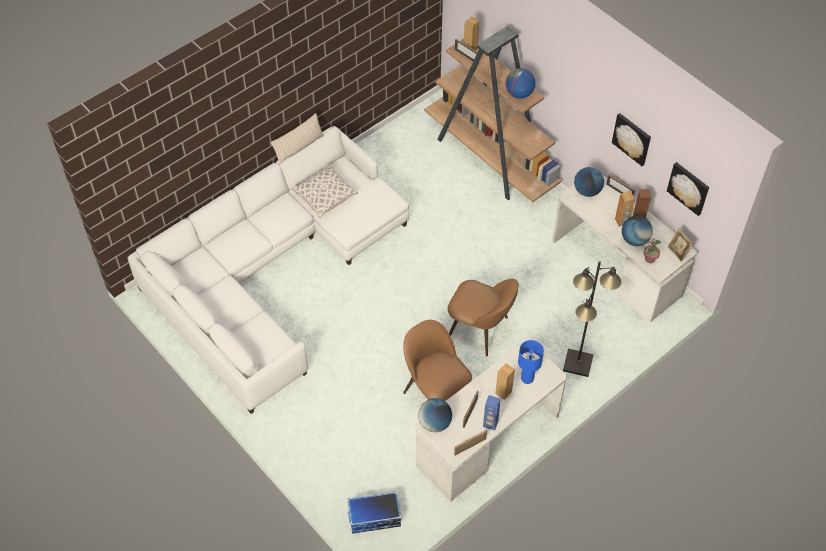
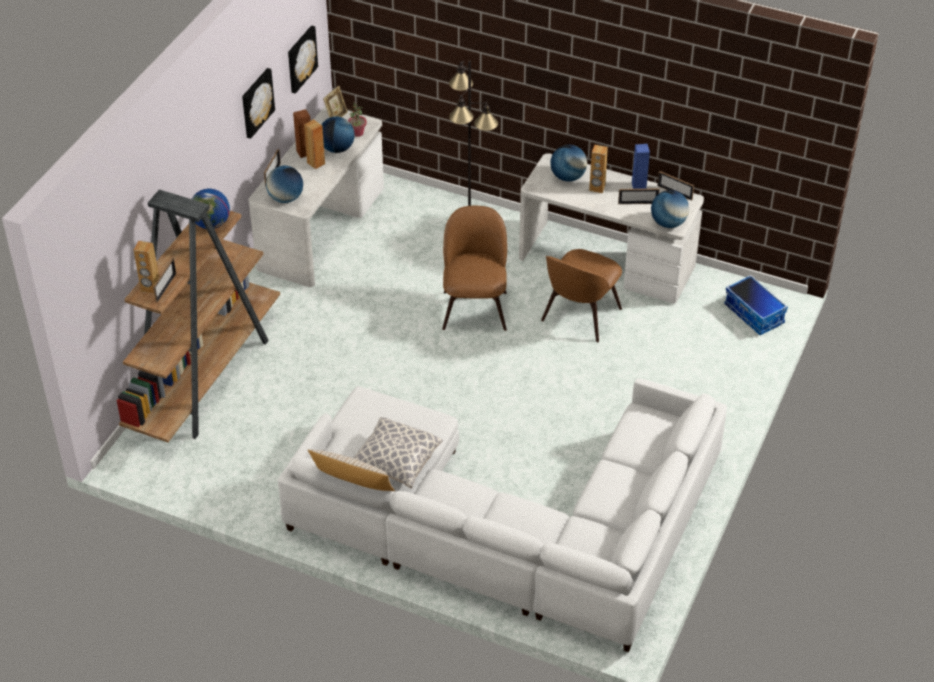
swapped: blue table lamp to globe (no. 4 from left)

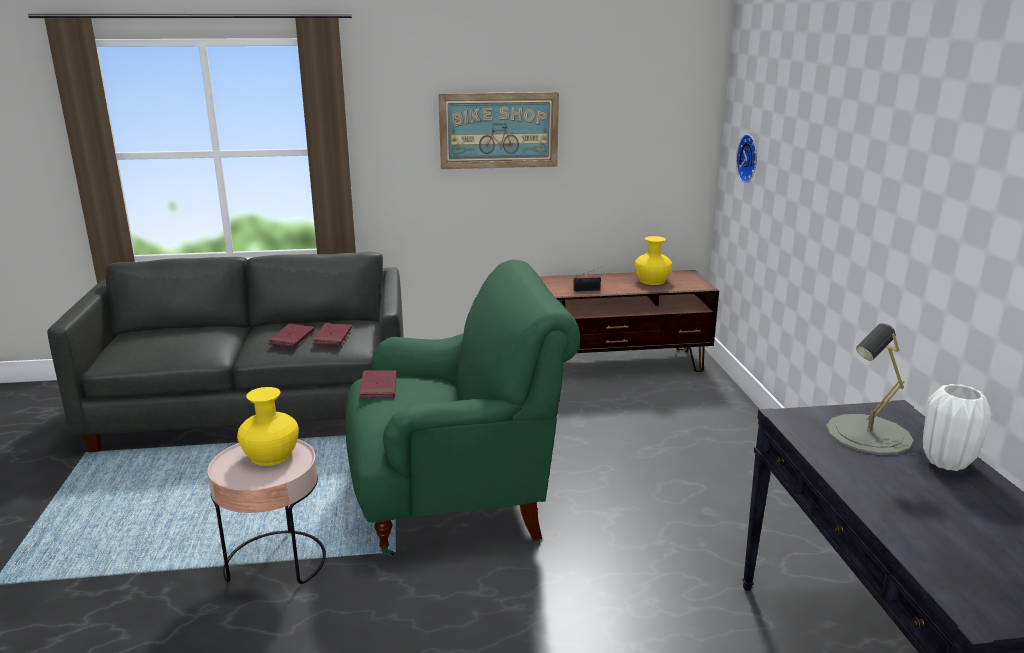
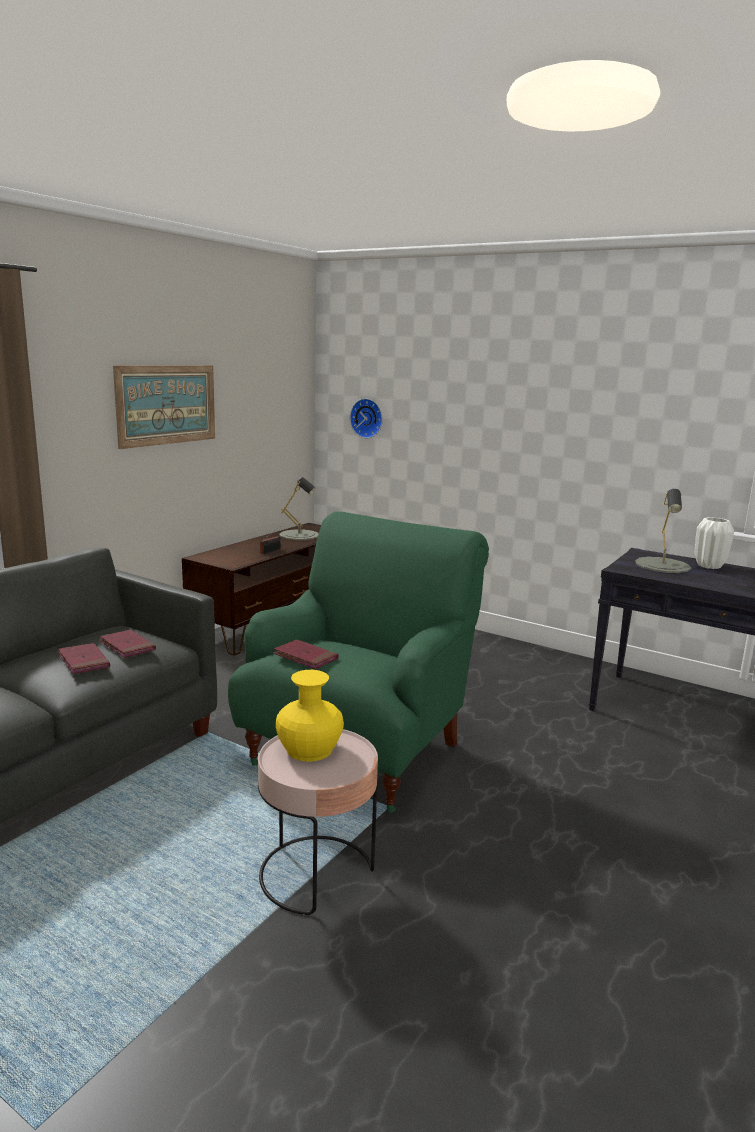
swapped: yellow vase (no. 2 from left) to grey table lamp (no. 1 from left)

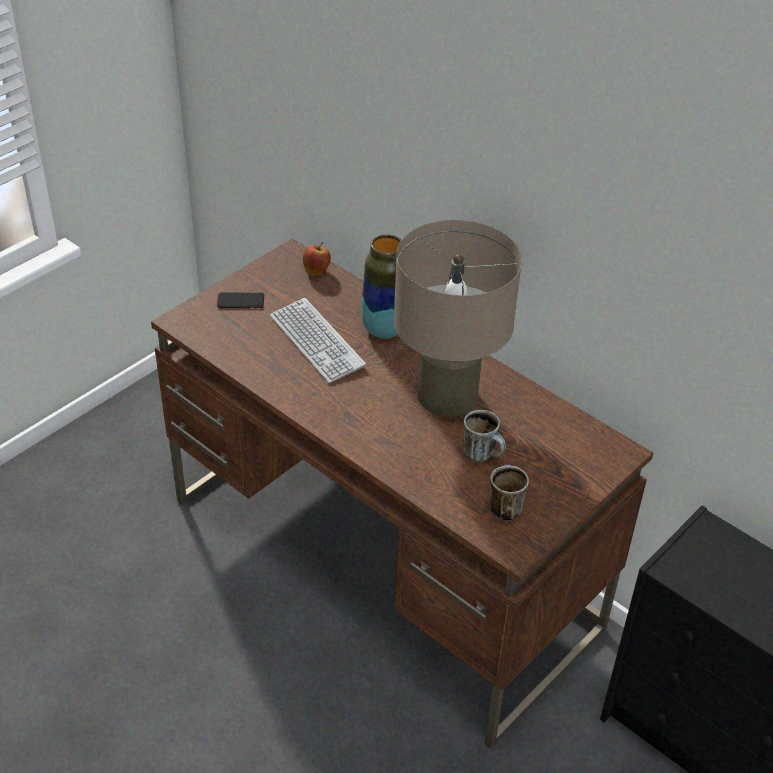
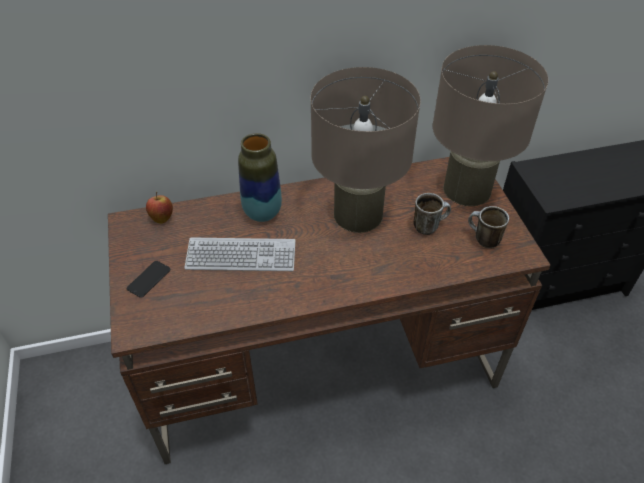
new: beige table lamp (no. 2 from left)

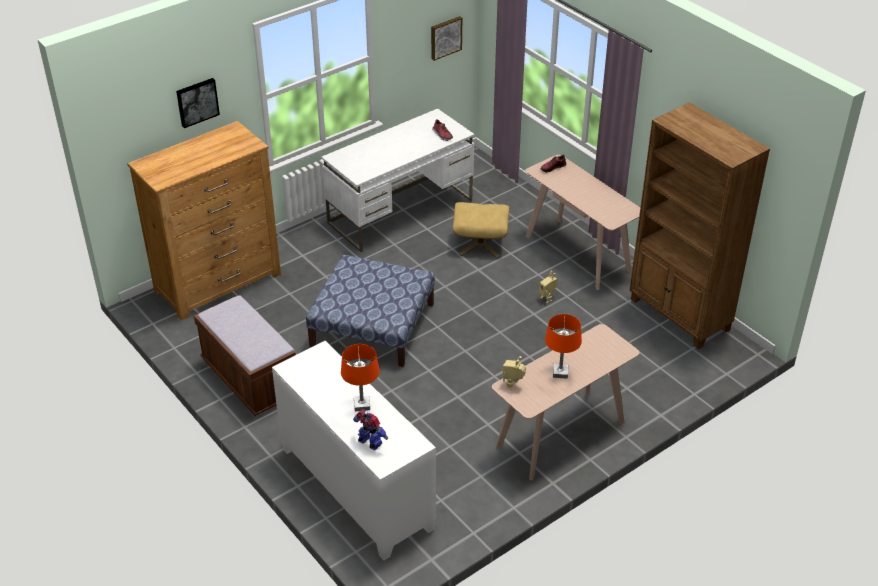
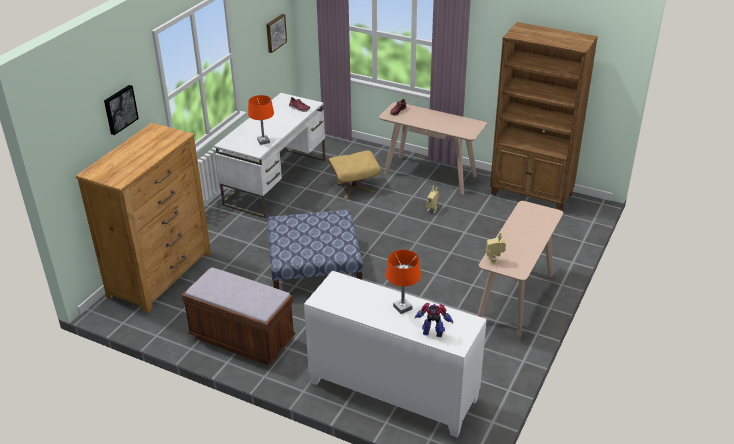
shifted: orange table lamp (no. 2 from left in the first image) to orange table lamp (no. 1 from left)

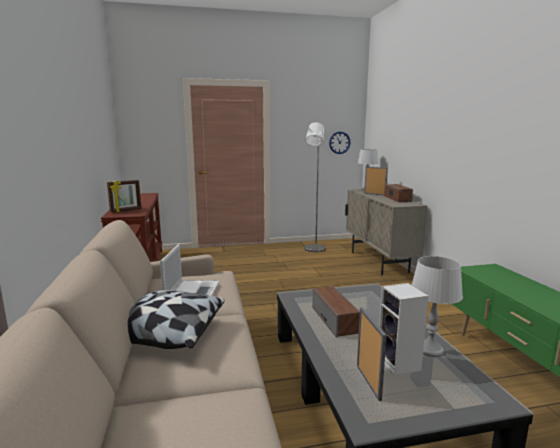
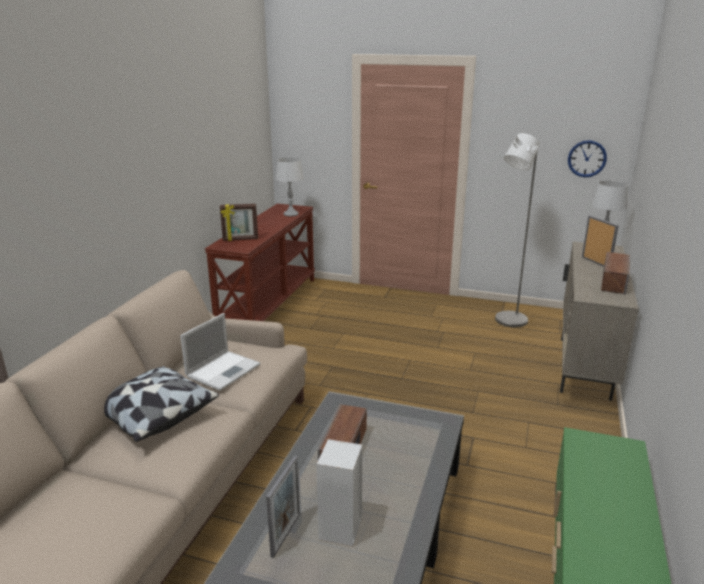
shifted: grey table lamp (no. 2 from left in the first image) to grey table lamp (no. 1 from left)

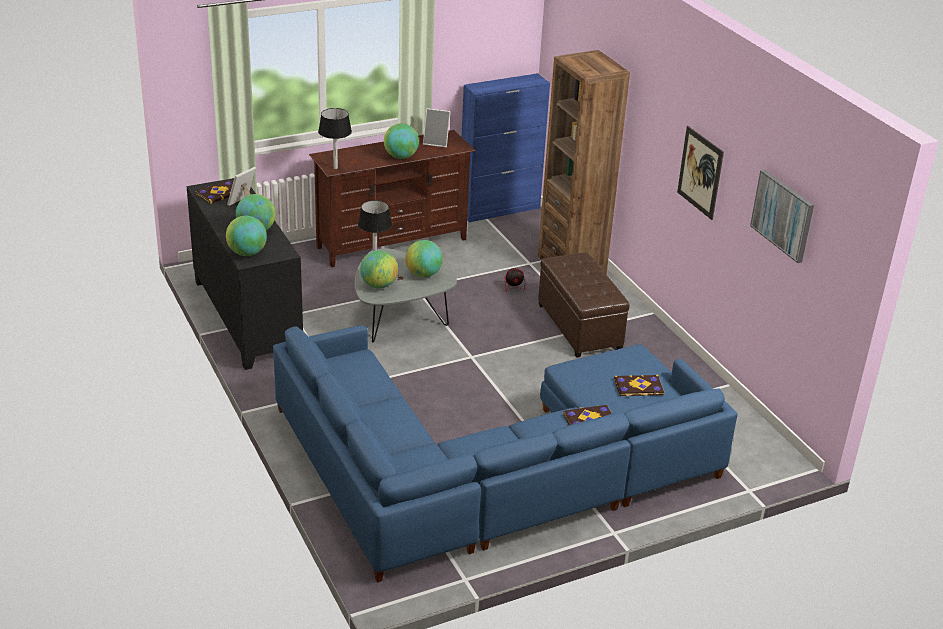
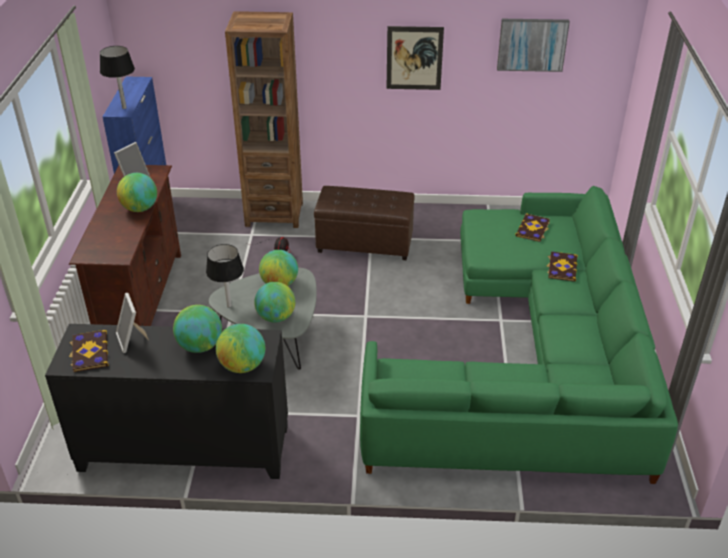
shifted: black table lamp (no. 1 from left)
repainted: blue sofa to green sofa

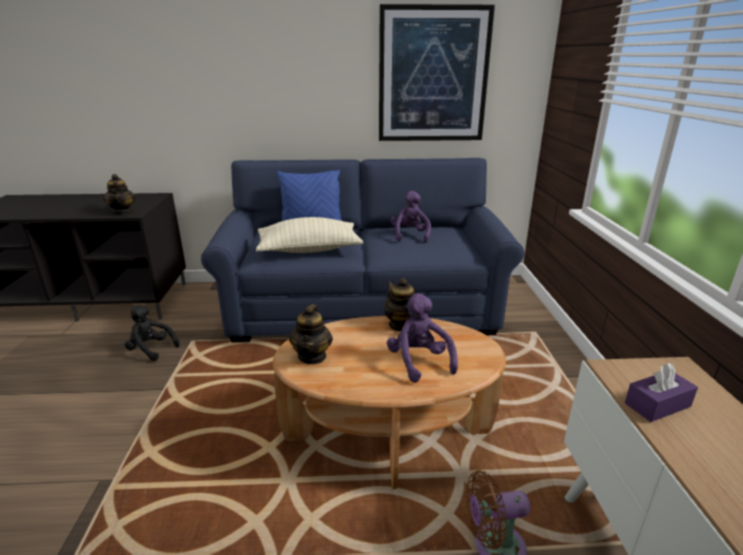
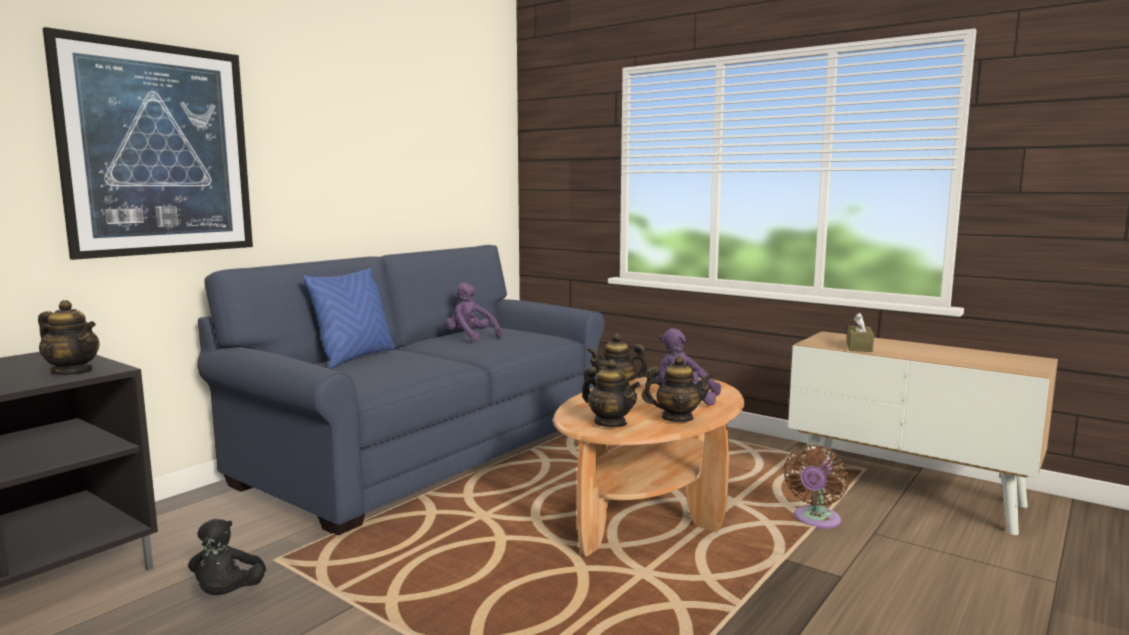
gone: beige pillow
new: teapot (no. 4 from left)
shifted: picture
repainted: purple tissue box to brown tissue box
rotated: black plush toy 75 degrees counterclockwise

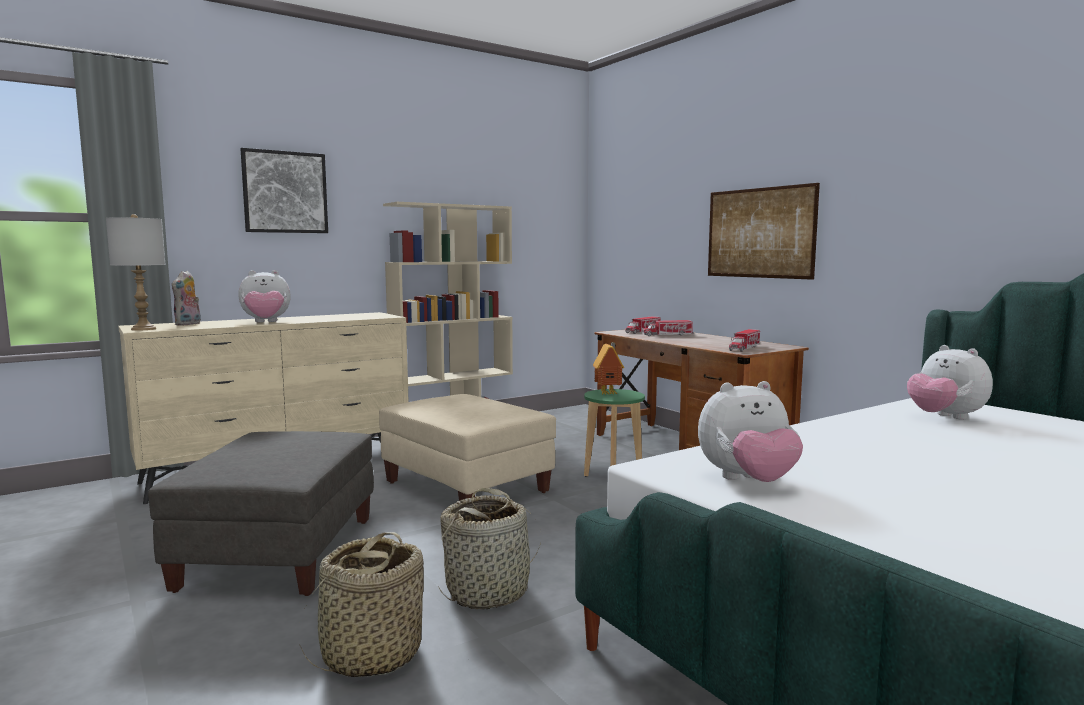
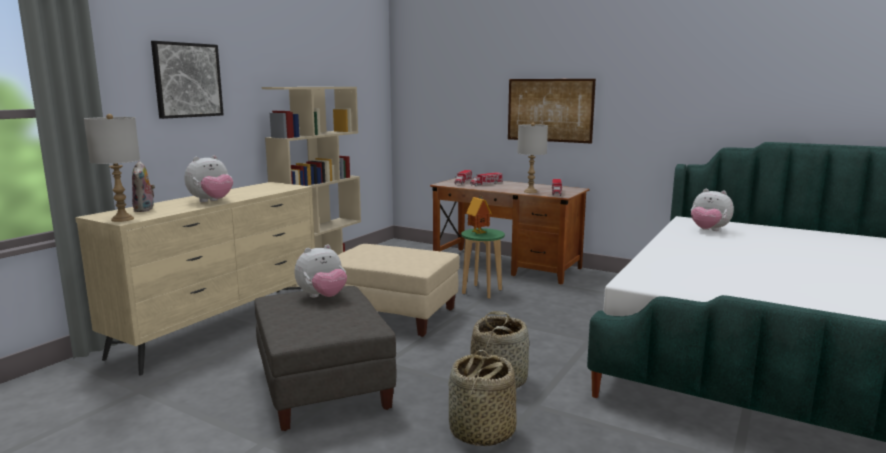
new: grey table lamp (no. 2 from left)
shifted: plush toy (no. 3 from left)

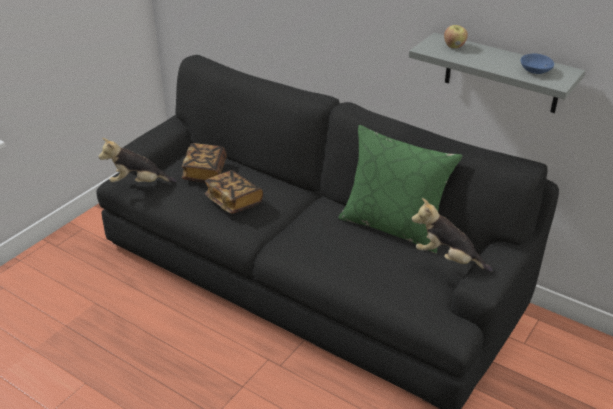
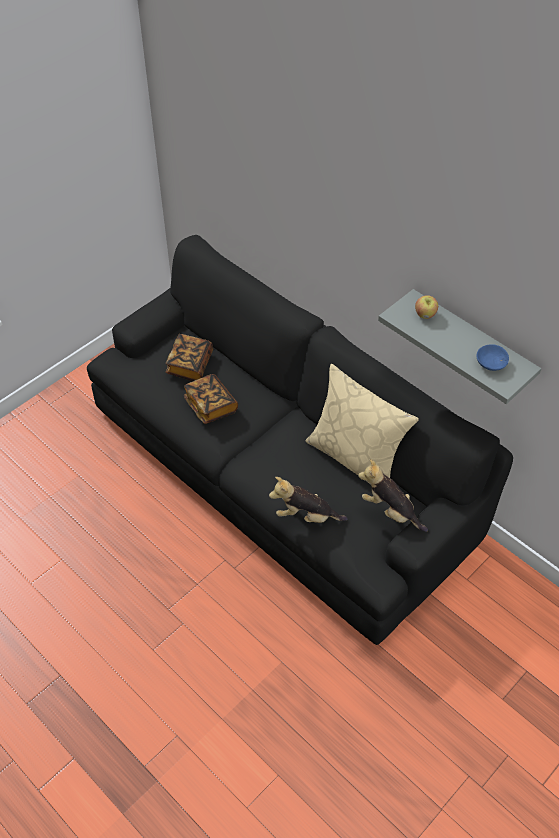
shifted: plush toy (no. 1 from left)
repainted: green pillow to beige pillow

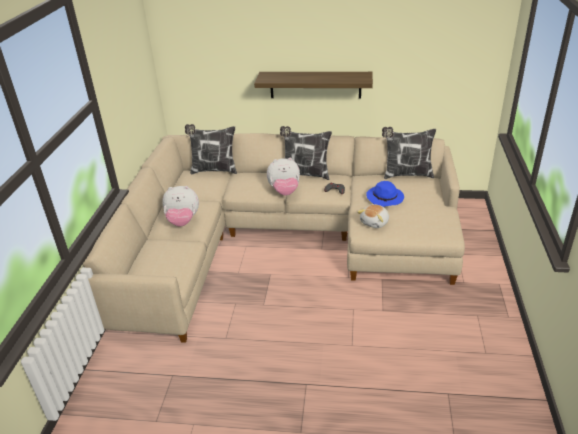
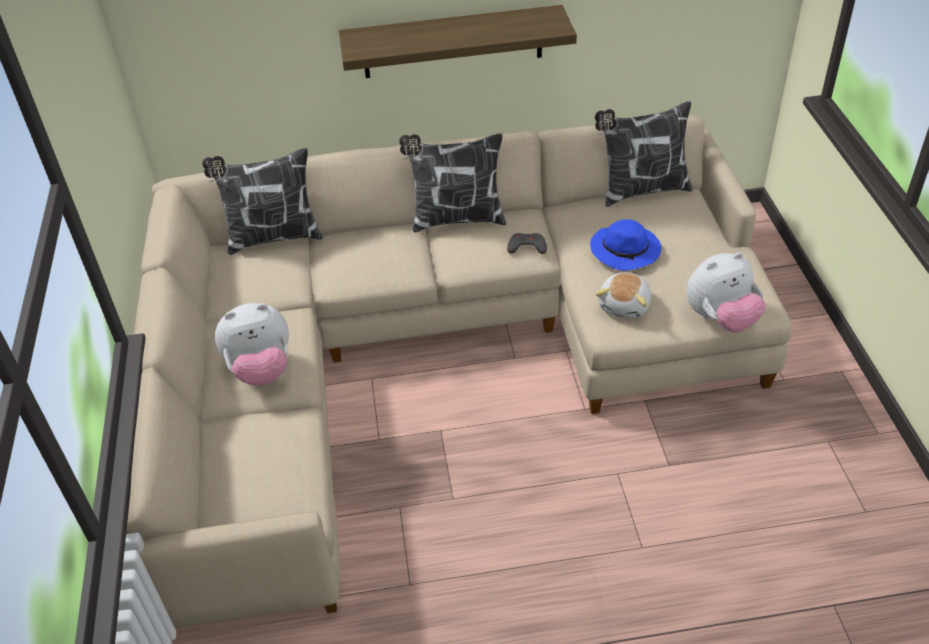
shifted: plush toy (no. 2 from left in the first image) to plush toy (no. 3 from left)

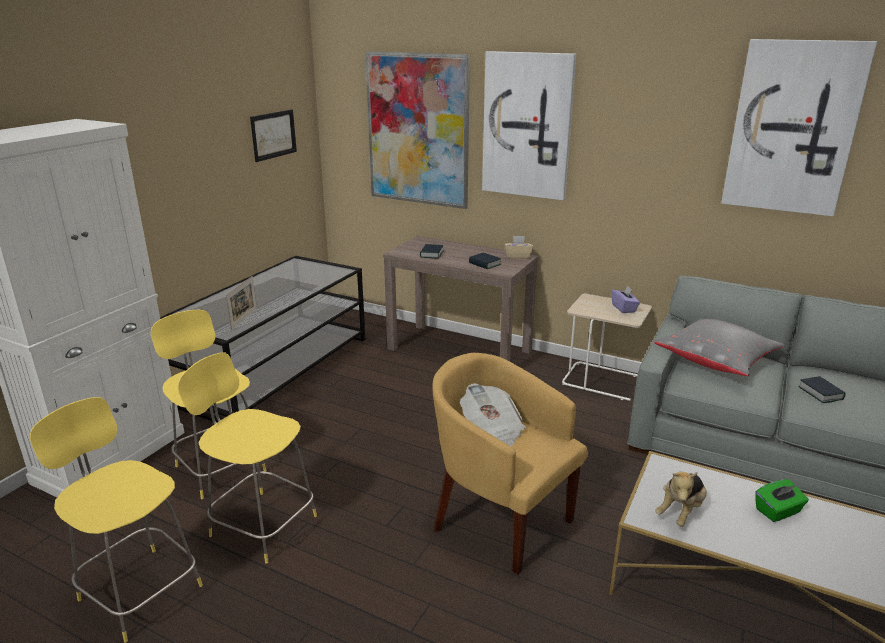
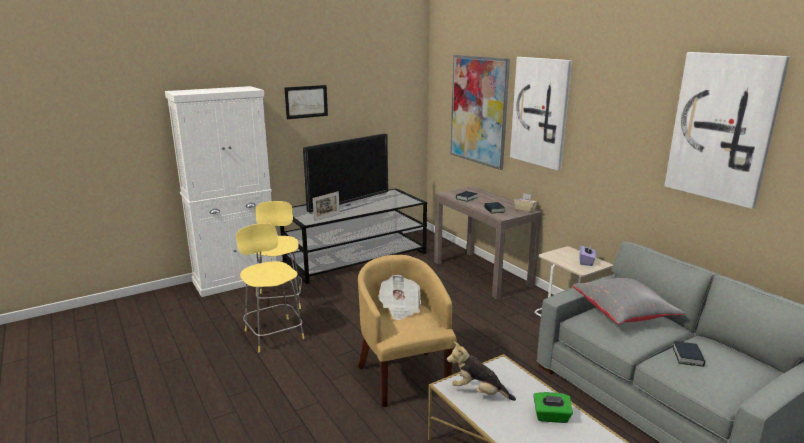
gone: yellow stool (no. 1 from left)
new: television
shifted: picture (no. 1 from left)
rotated: plush toy 45 degrees clockwise

